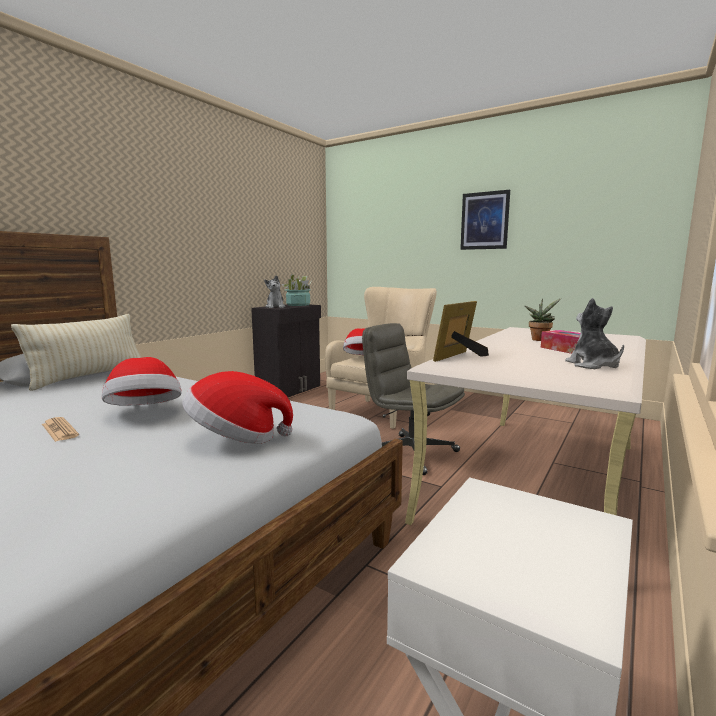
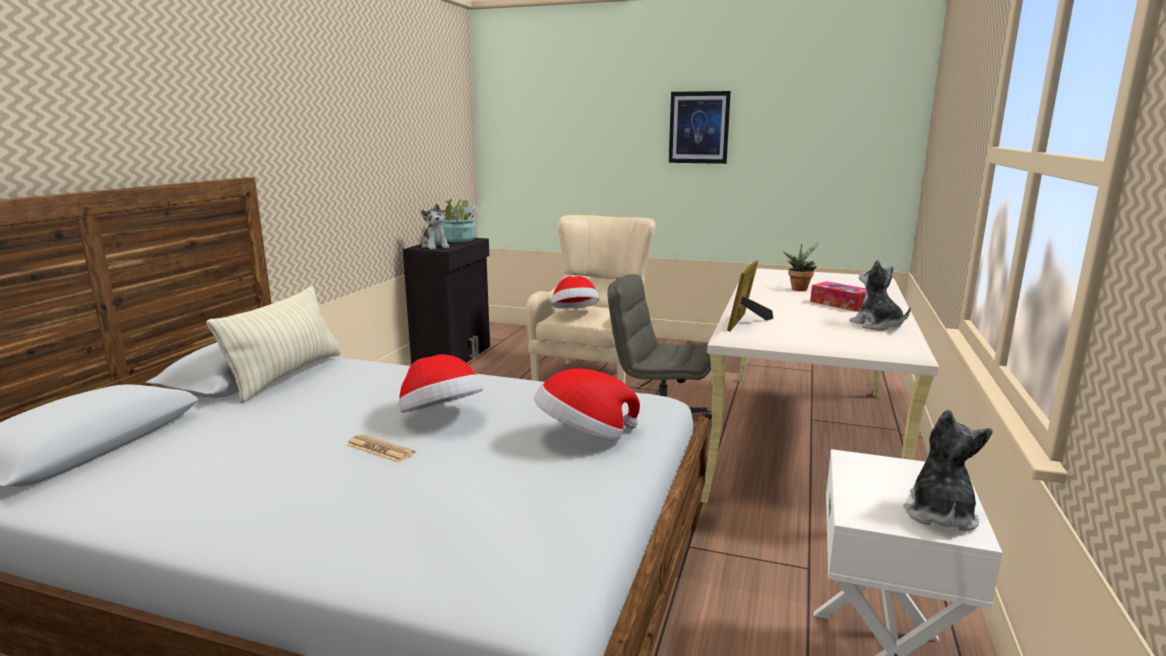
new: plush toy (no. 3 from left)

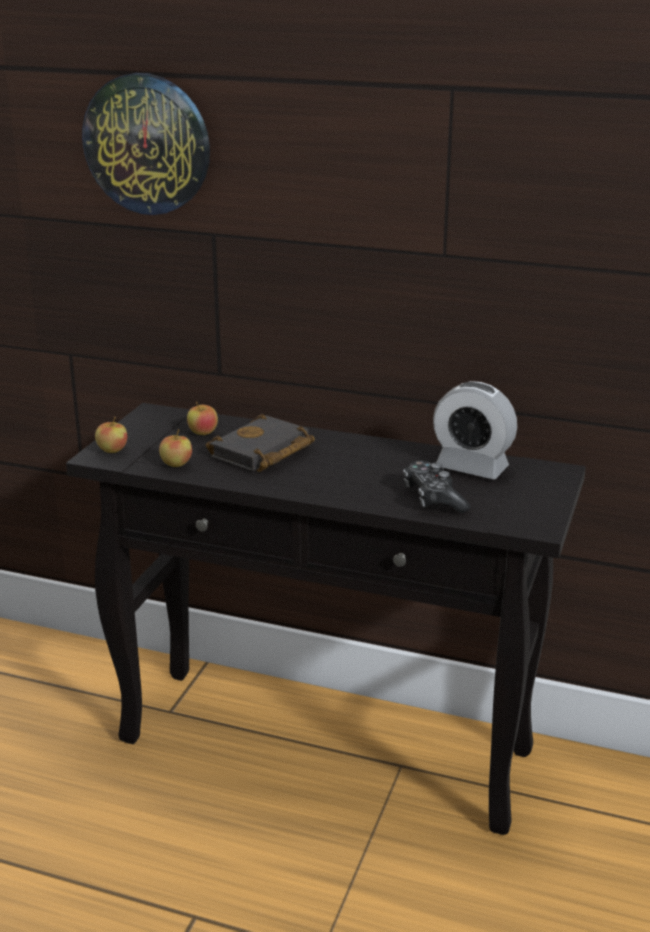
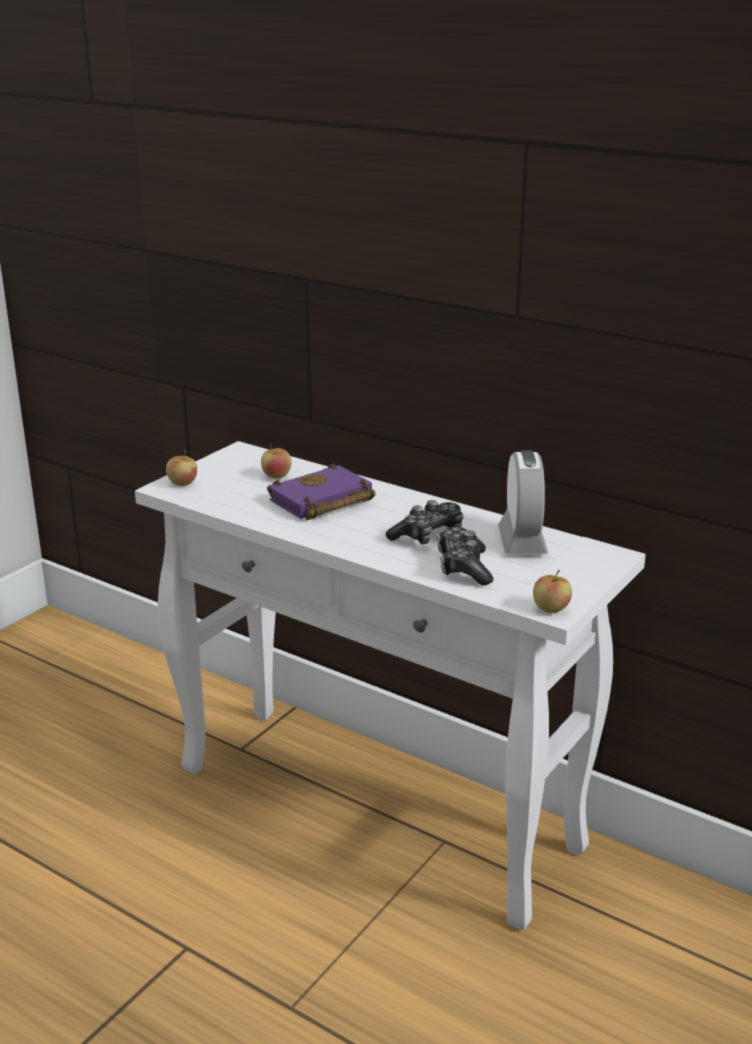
gone: wall clock
new: game controller (no. 1 from left)
shifted: apple (no. 2 from left in the first image) to apple (no. 3 from left)
repainted: black console table to white console table; black book to purple book
rotated: alarm clock 135 degrees counterclockwise

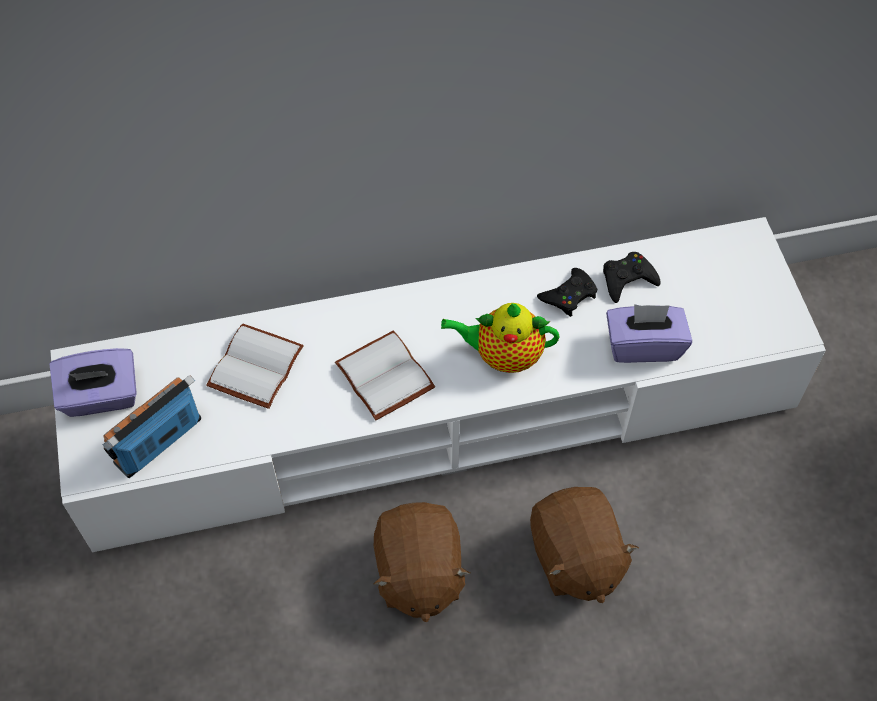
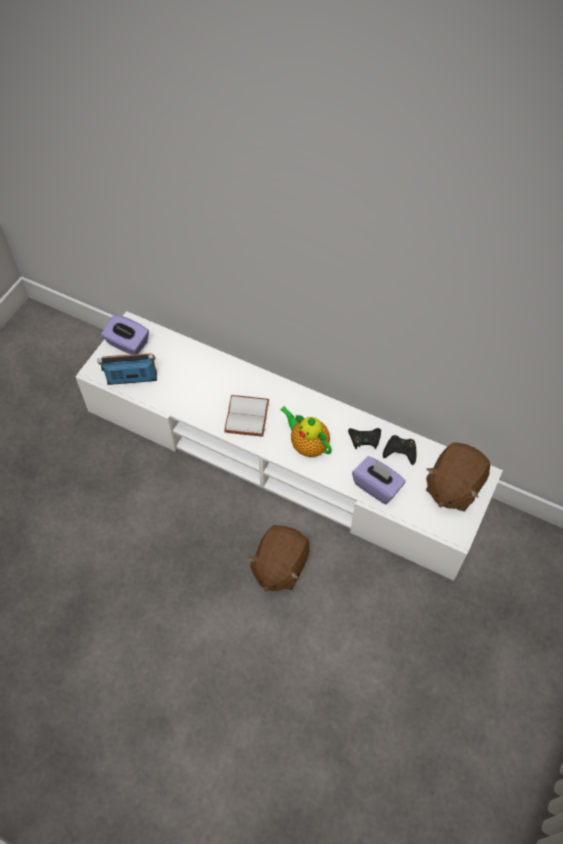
gone: white book (no. 1 from left)
shifted: brown plush toy (no. 1 from left in the first image) to brown plush toy (no. 2 from left)

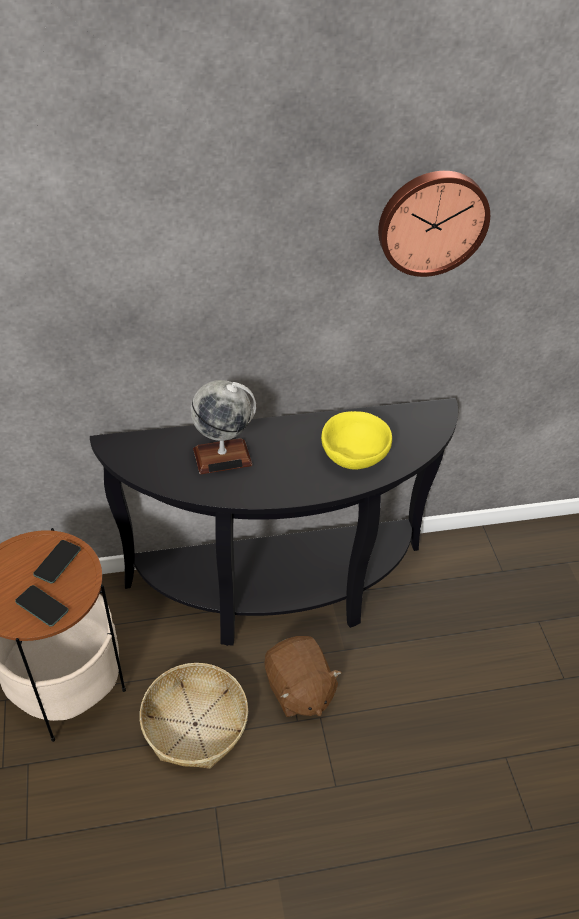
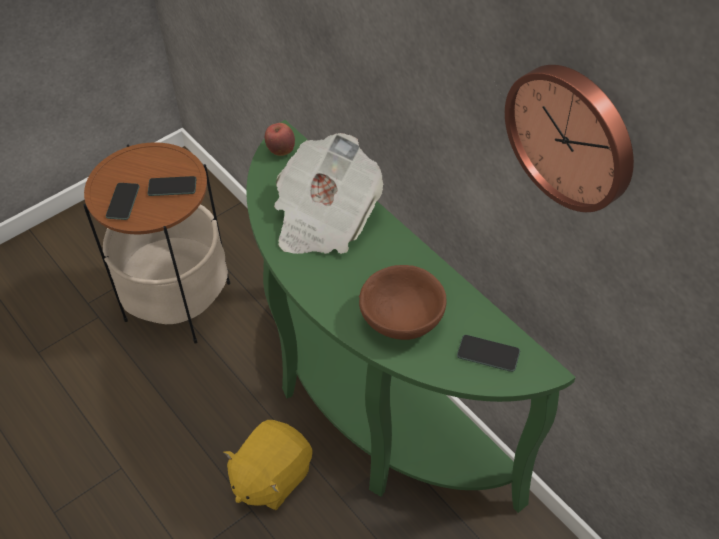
gone: basket
new: apple; phone (no. 3 from left)
swapped: globe to newspaper
repainted: black console table to green console table; brown plush toy to yellow plush toy; yellow bowl to brown bowl

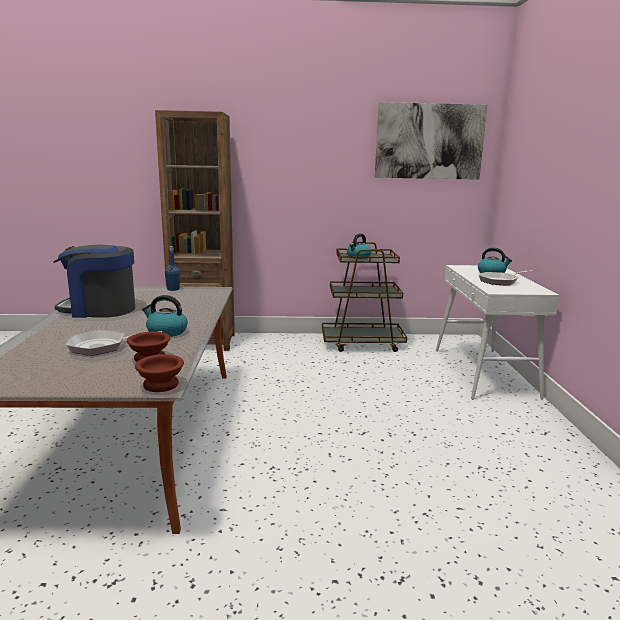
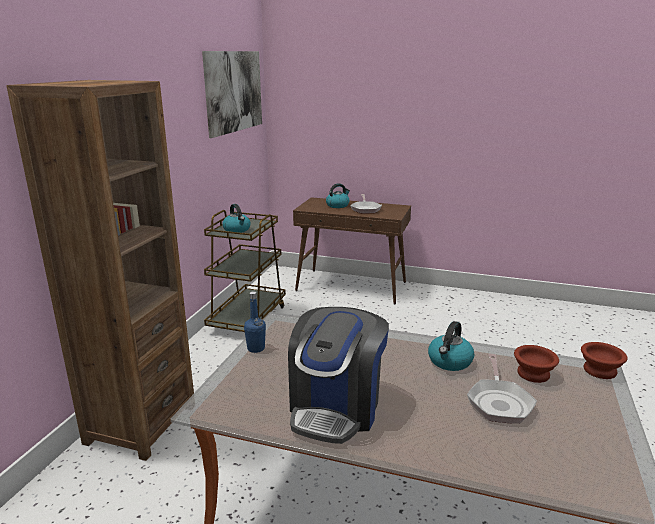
repainted: white console table to brown console table

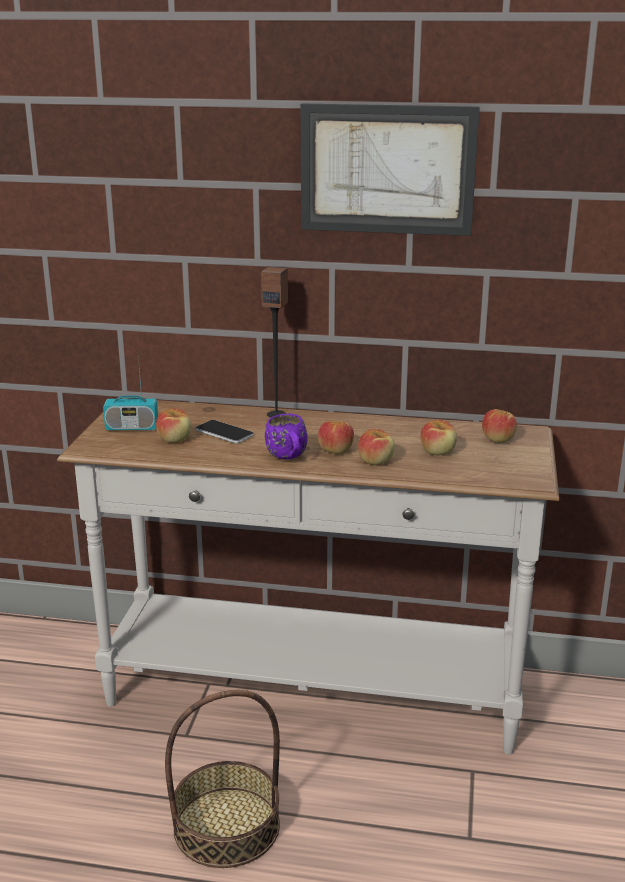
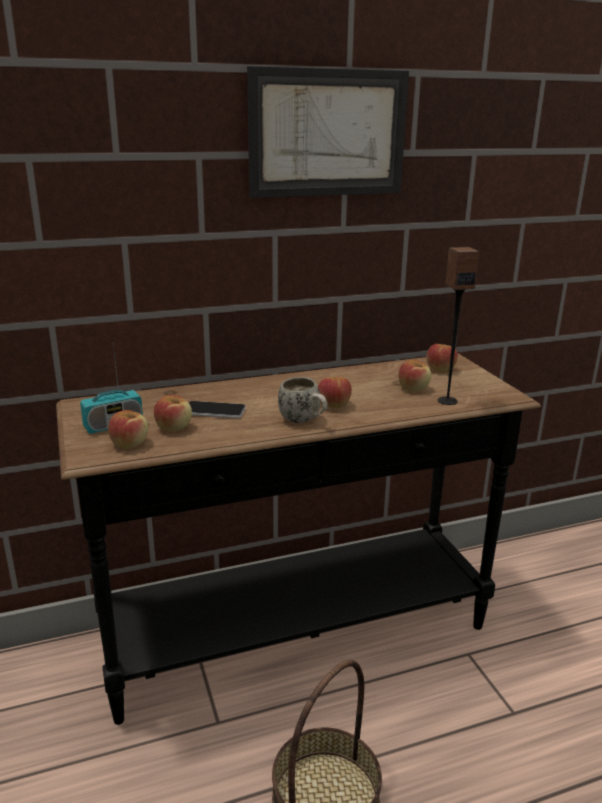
shifted: speaker; apple (no. 3 from left in the first image) to apple (no. 1 from left)
repainted: white console table to black console table; purple mug to white mug

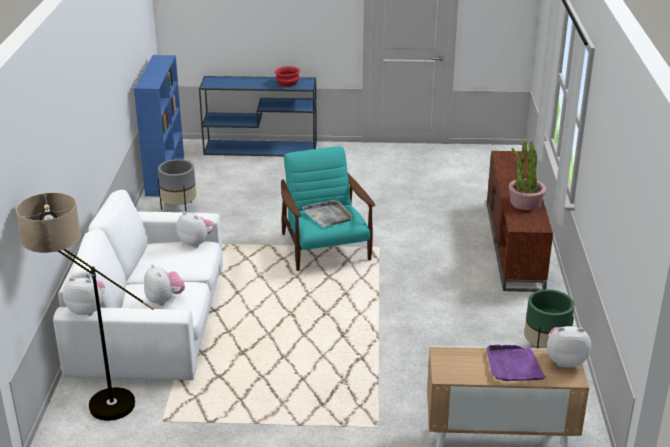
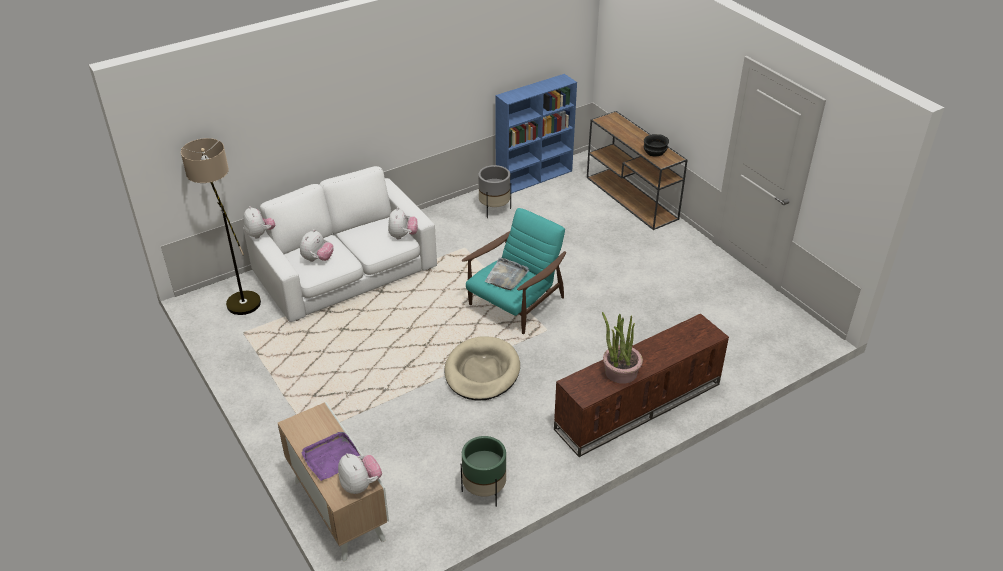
new: beige dog bed
repainted: blue console table to brown console table; red bowl to black bowl

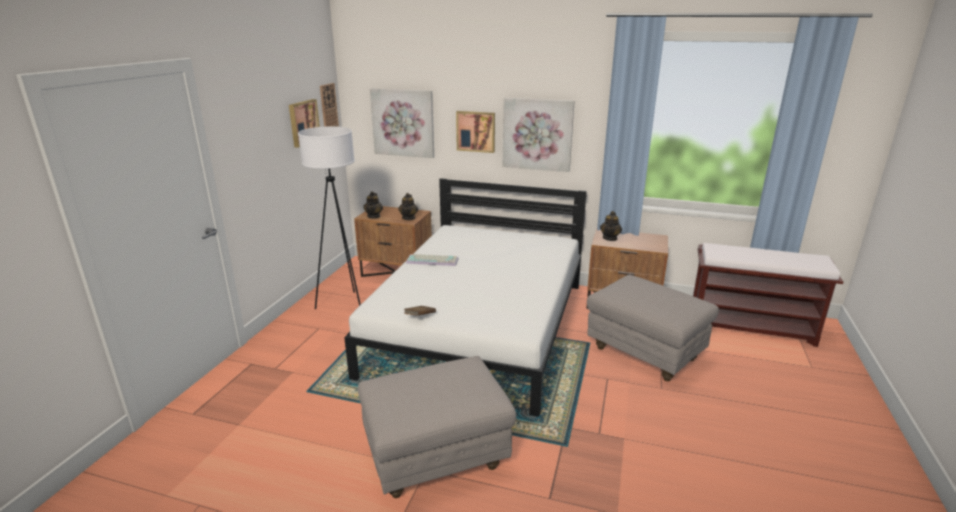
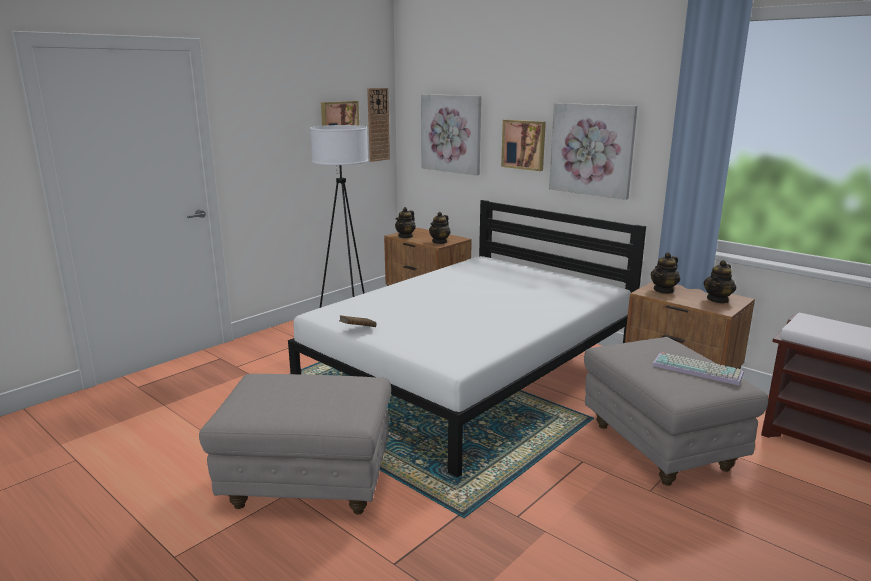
new: teapot (no. 4 from left)
shifted: keyboard

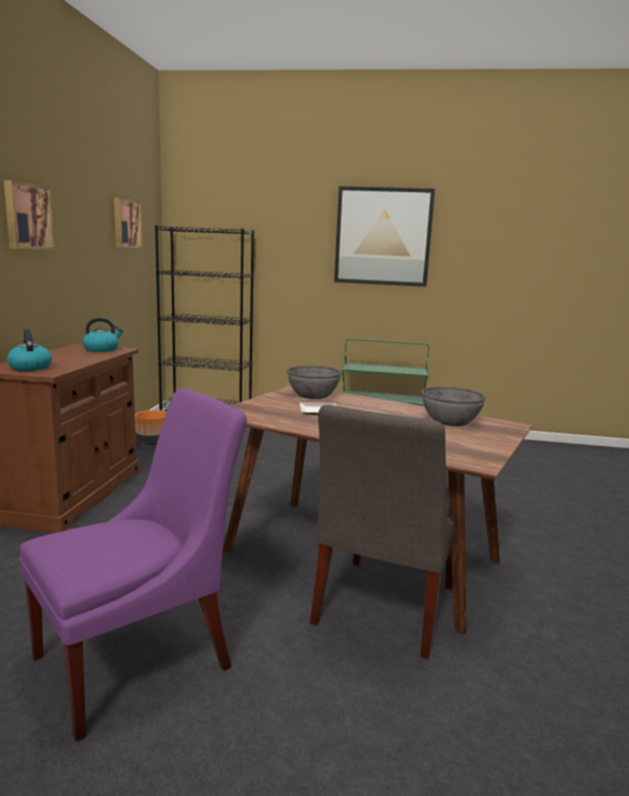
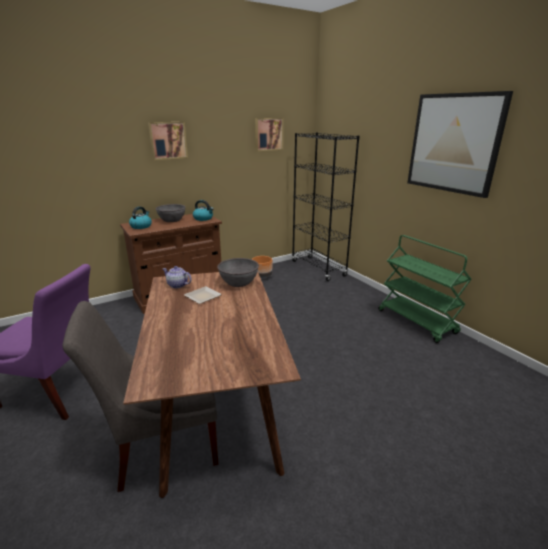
new: teapot
shifted: grey bowl (no. 2 from left in the first image) to grey bowl (no. 1 from left)

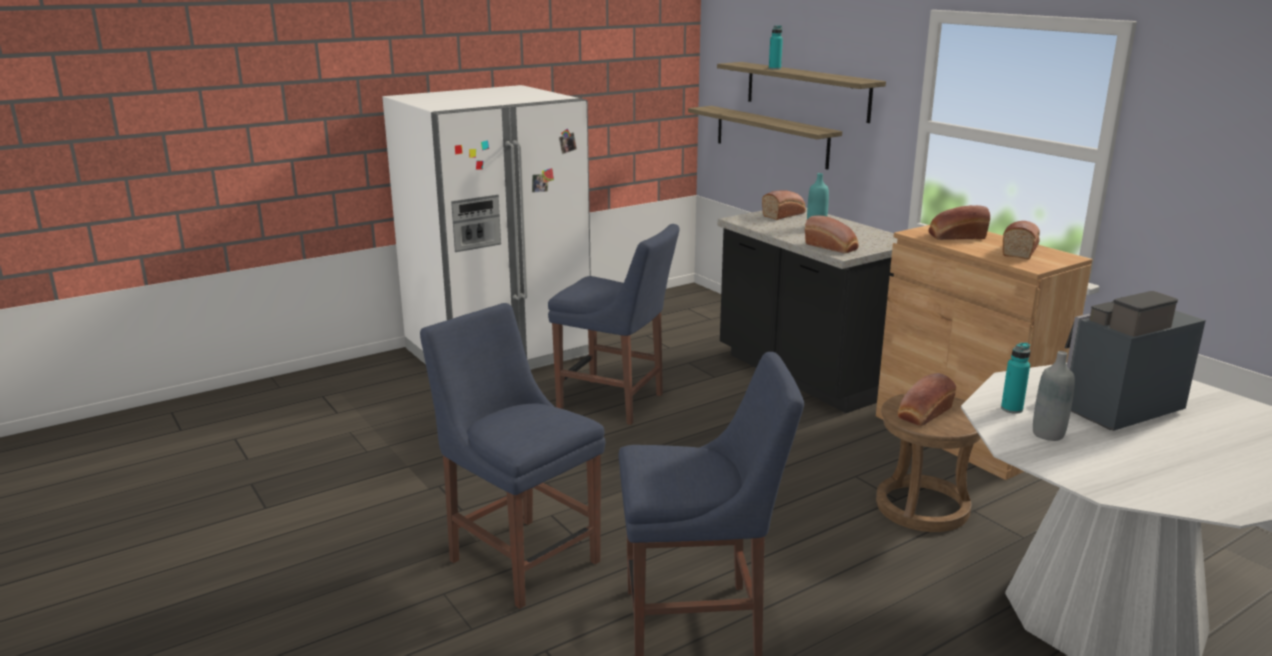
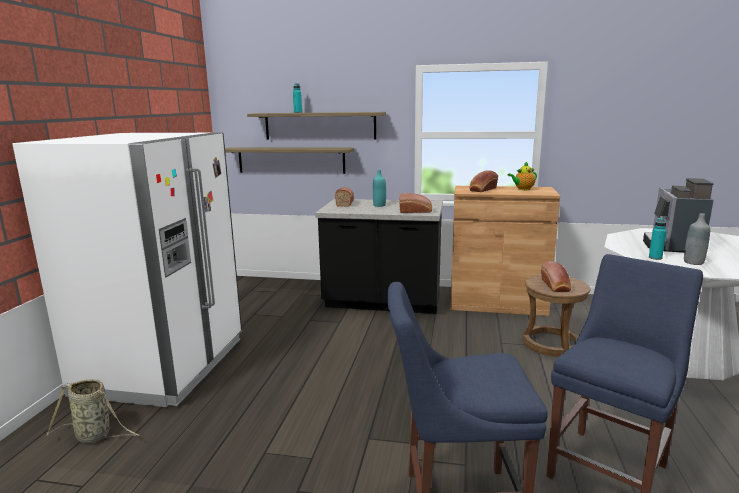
gone: blue chair (no. 2 from left)
new: basket
swapped: bread (no. 5 from left) to teapot

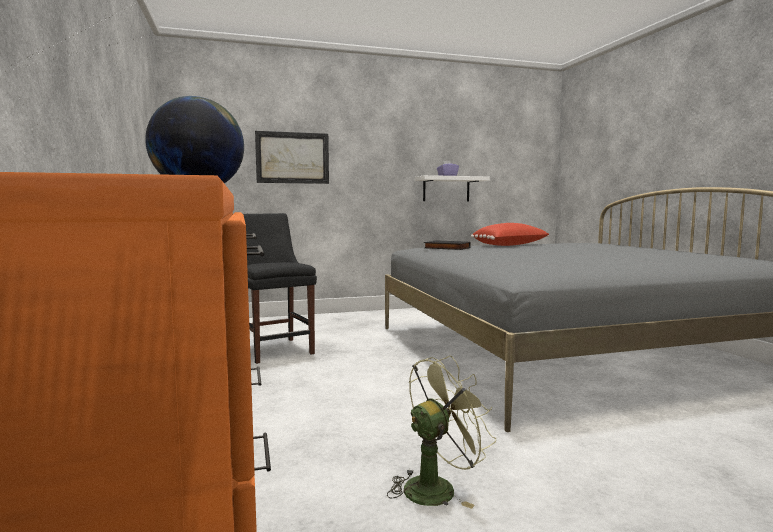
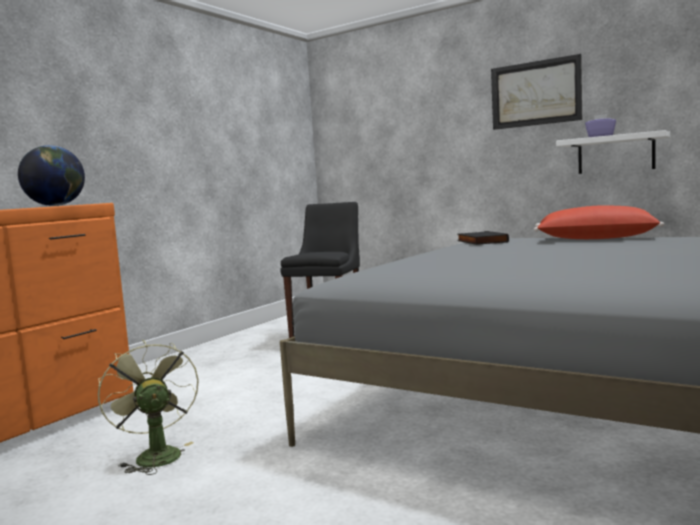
shifted: picture
rotated: green fan 135 degrees counterclockwise

